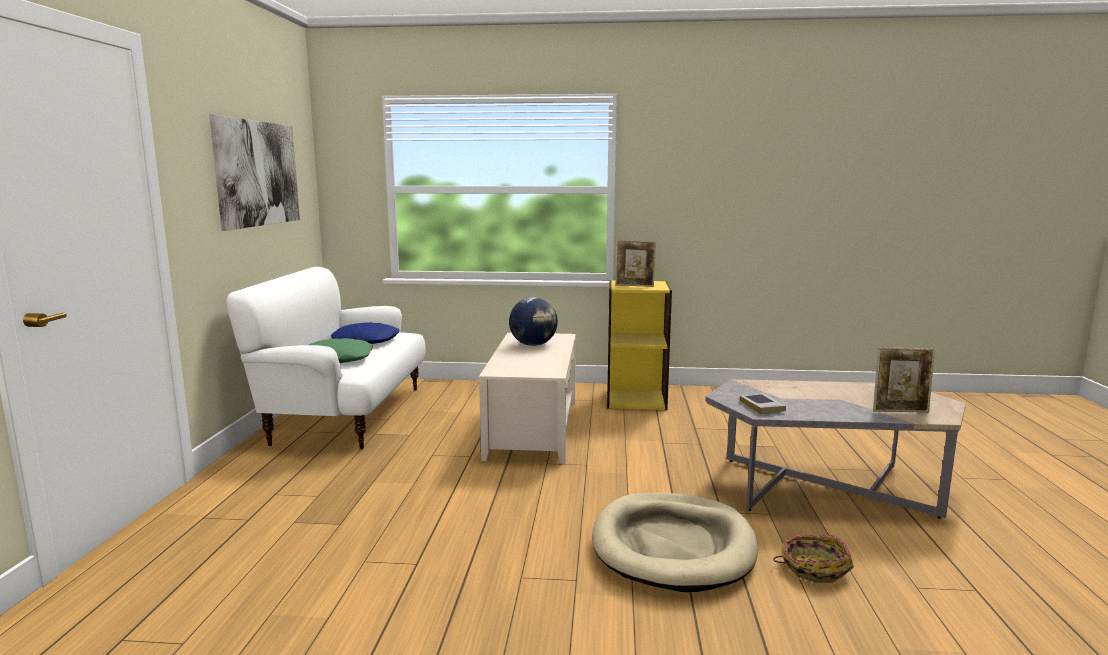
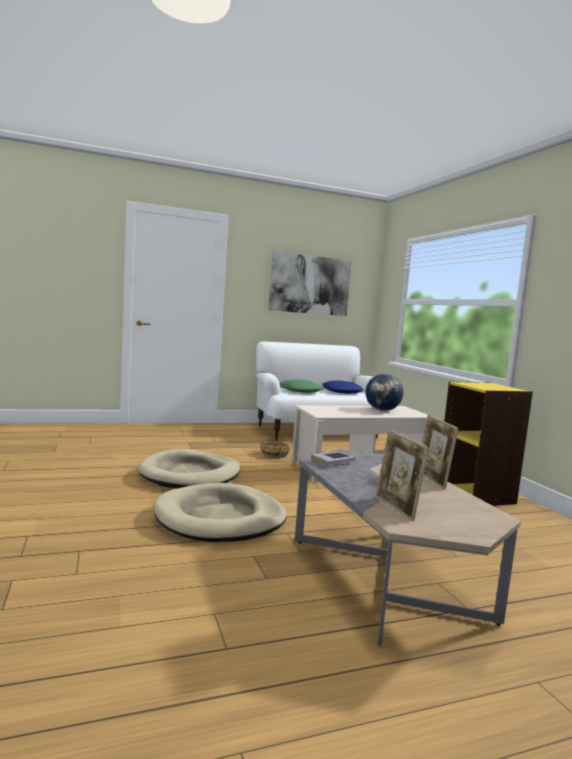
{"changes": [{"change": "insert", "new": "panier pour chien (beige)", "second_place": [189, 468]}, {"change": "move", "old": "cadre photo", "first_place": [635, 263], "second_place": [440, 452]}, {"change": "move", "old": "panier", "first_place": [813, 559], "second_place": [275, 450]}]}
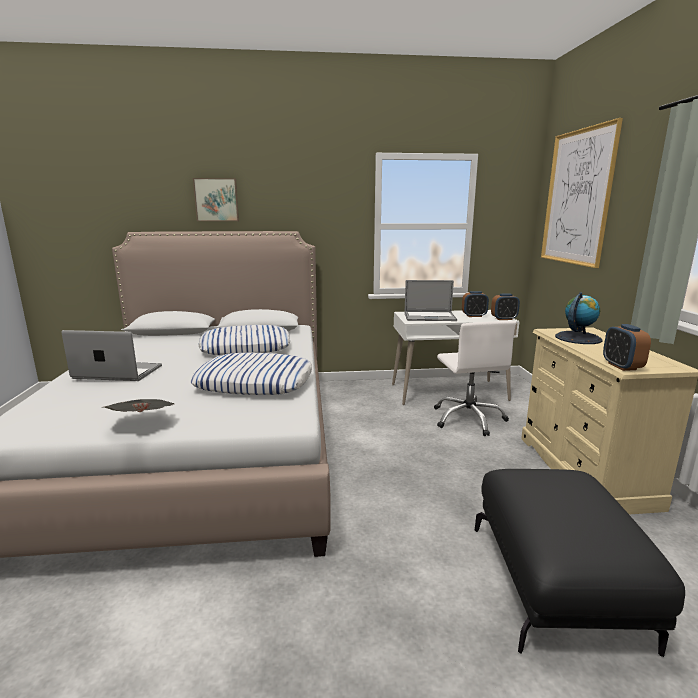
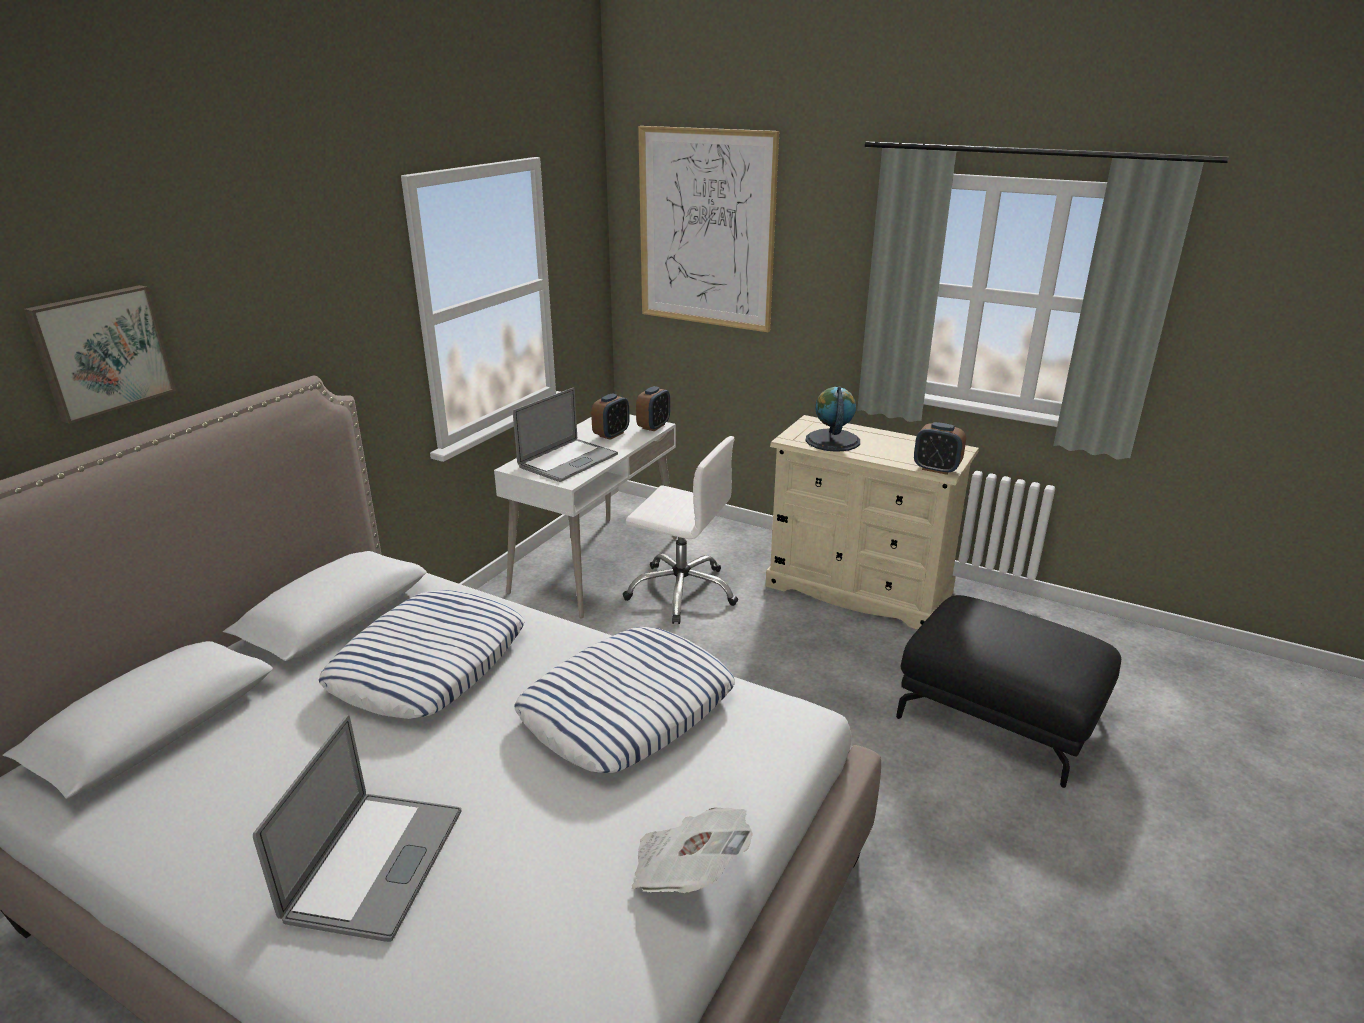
{"changes": [{"change": "rotate", "old": "ordinateur portable", "first_place": [112, 355], "second_place": [357, 828], "degrees": 150}]}
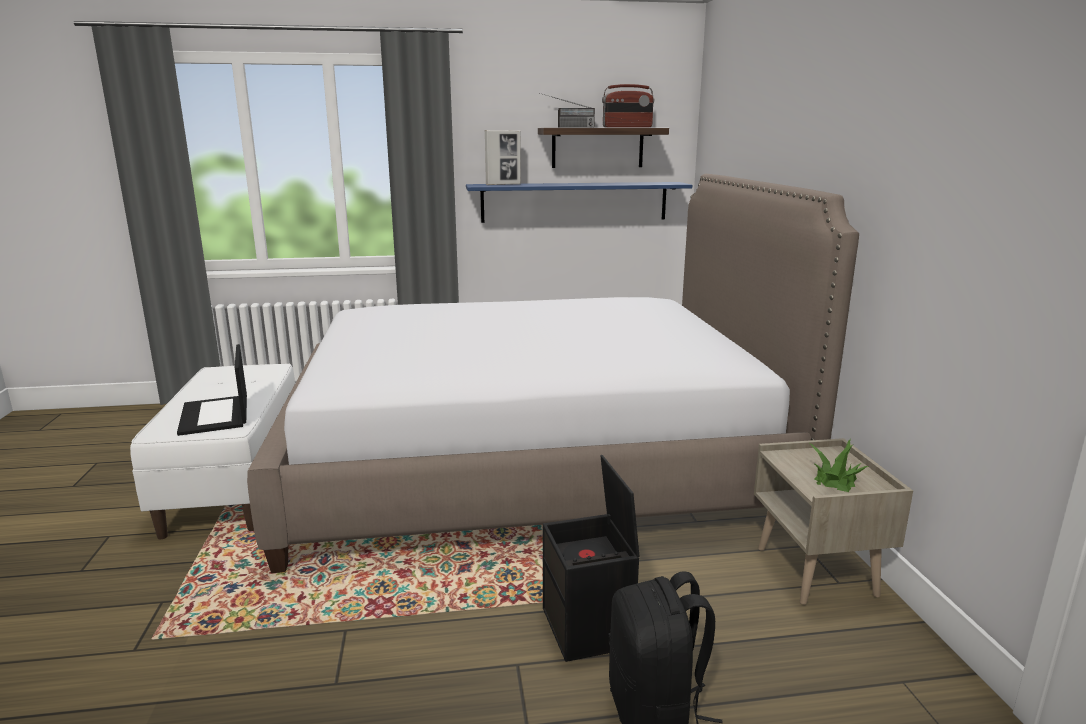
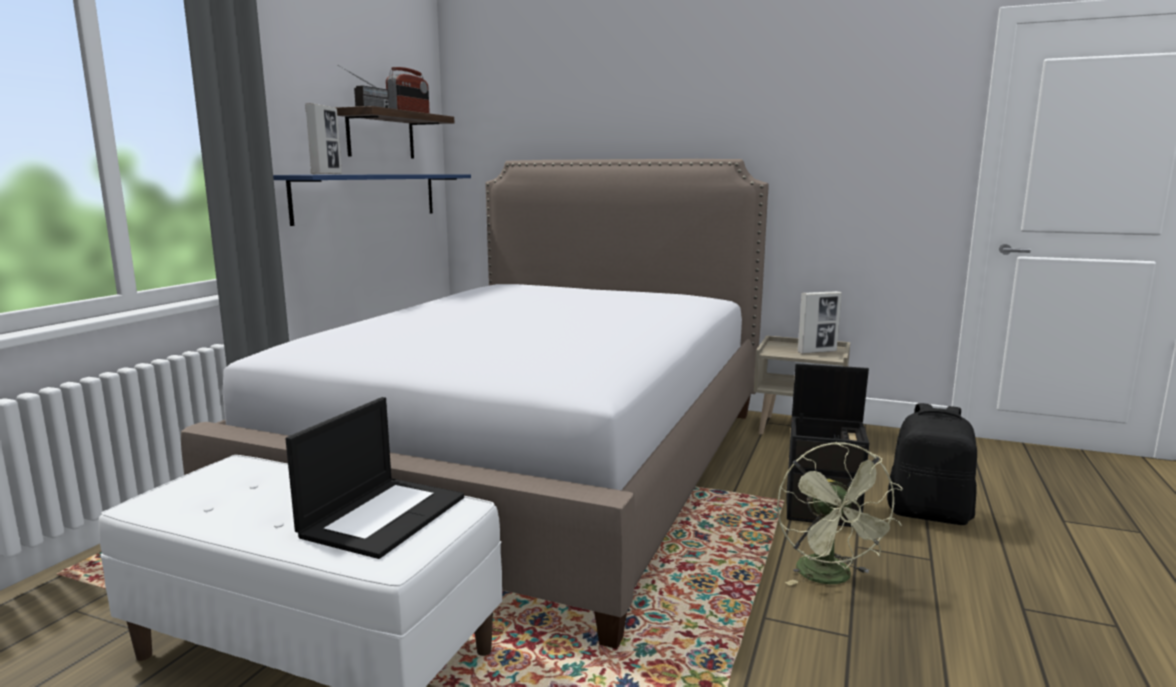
{"changes": [{"change": "insert", "new": "ventilateur (vert)", "second_place": [840, 514]}, {"change": "replace", "old": "plante en pot", "new": "cadre photo", "first_place": [839, 465], "second_place": [819, 322]}, {"change": "rotate", "old": "ordinateur portable", "first_place": [212, 390], "second_place": [374, 478], "degrees": -75}]}
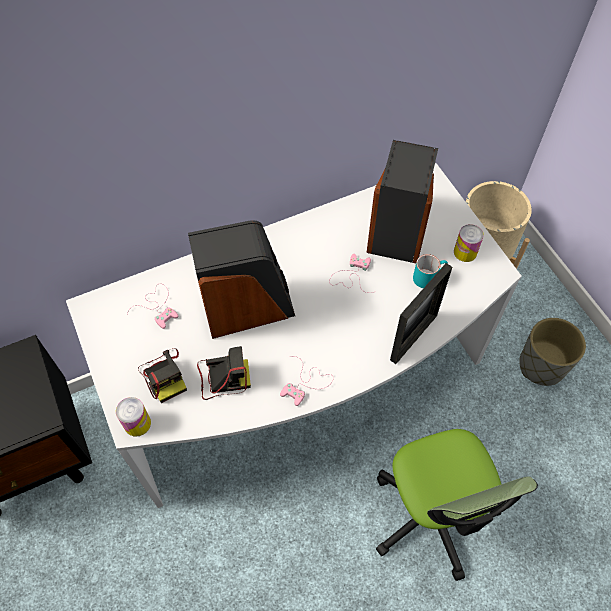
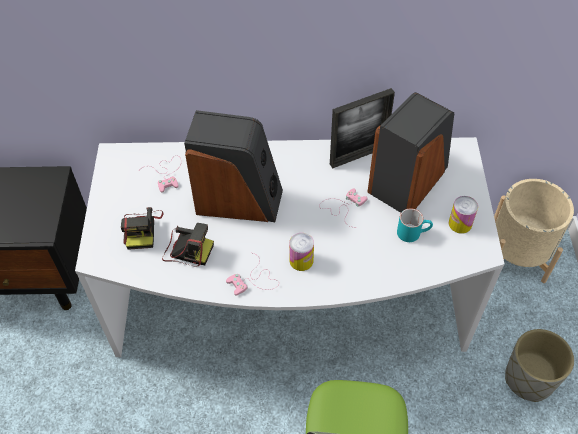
{"changes": [{"change": "move", "old": "boîte métallique", "first_place": [133, 417], "second_place": [301, 252]}, {"change": "move", "old": "cadre photo", "first_place": [421, 313], "second_place": [362, 128]}]}
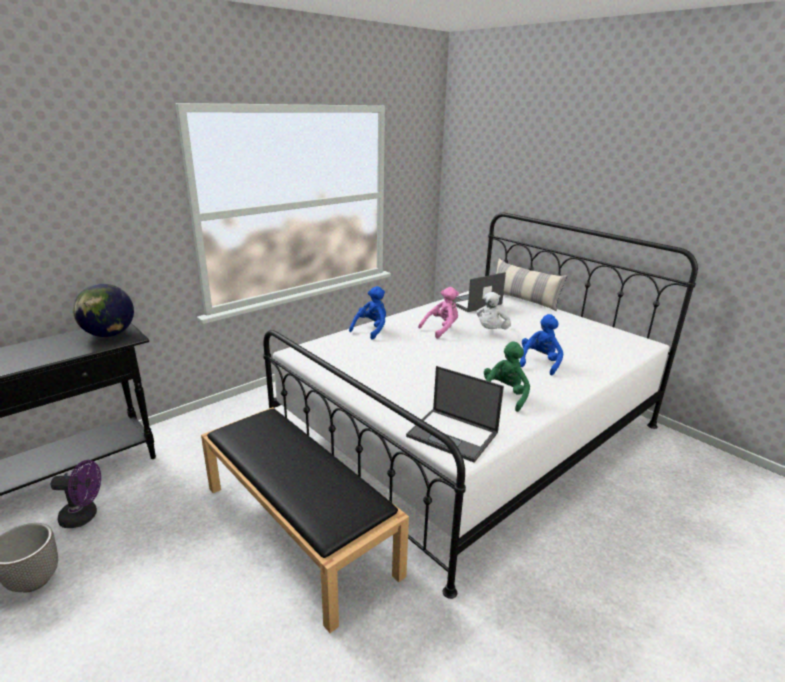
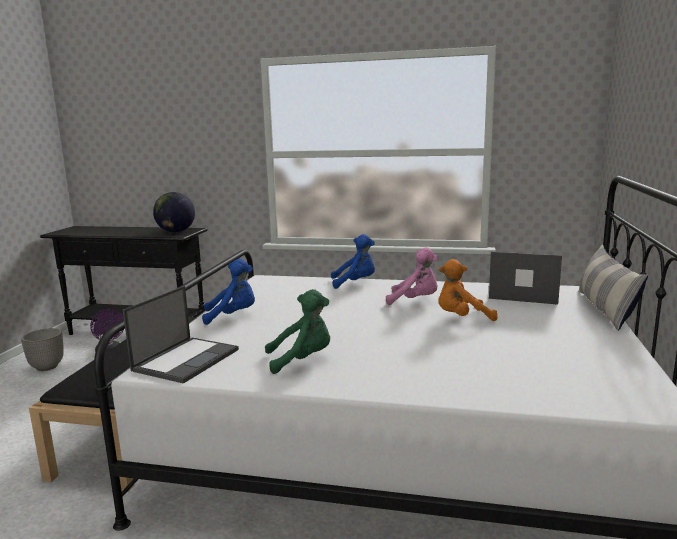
{"changes": [{"change": "move", "old": "peluche (bleu)", "first_place": [541, 344], "second_place": [228, 292]}, {"change": "recolor", "old": "peluche (blanc)", "new": "peluche (orange)", "first_place": [494, 310], "second_place": [468, 290]}, {"change": "rotate", "old": "ordinateur portable", "first_place": [455, 414], "second_place": [181, 335], "degrees": -150}]}
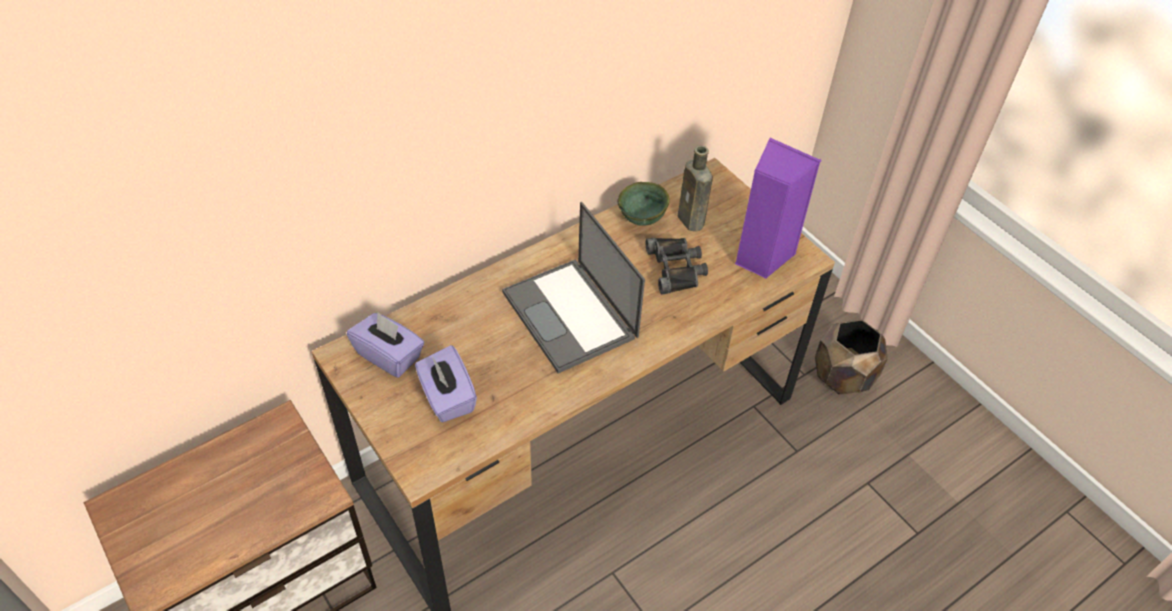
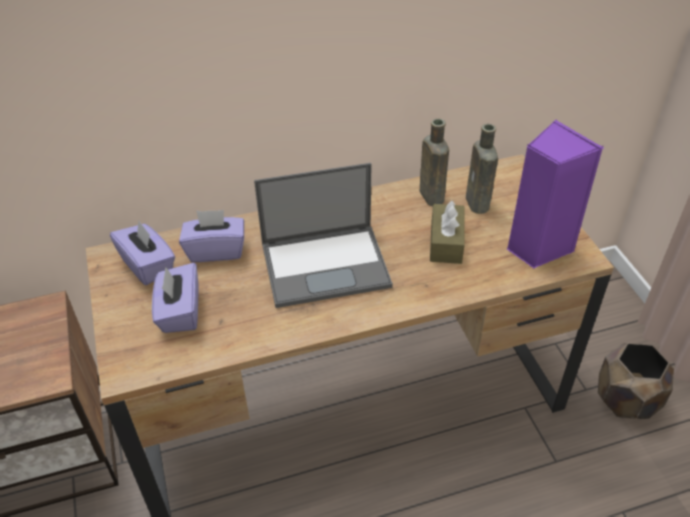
{"changes": [{"change": "insert", "new": "boîte à mouchoirs (violet)", "second_place": [211, 236]}, {"change": "replace", "old": "bol (vert)", "new": "bouteille (marron)", "first_place": [643, 204], "second_place": [434, 162]}, {"change": "replace", "old": "jumelles (noir)", "new": "boîte à mouchoirs (marron)", "first_place": [677, 266], "second_place": [447, 232]}, {"change": "rotate", "old": "ordinateur portable", "first_place": [573, 287], "second_place": [323, 235], "degrees": -90}]}
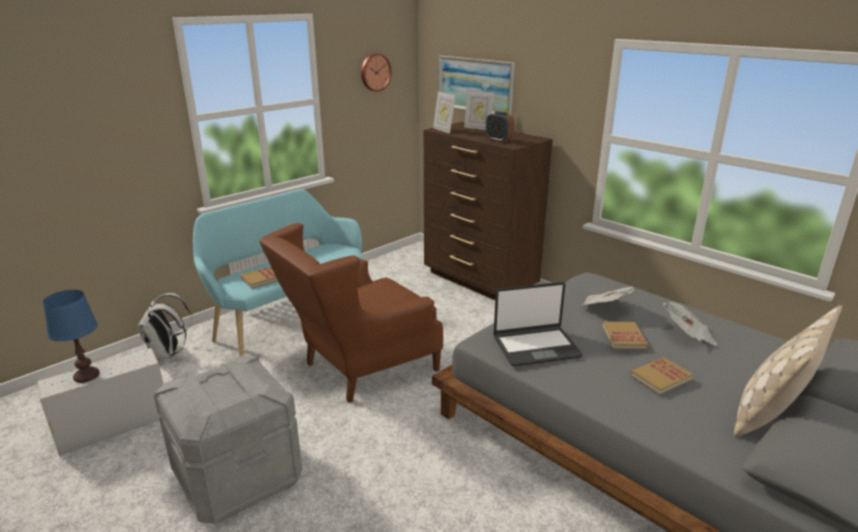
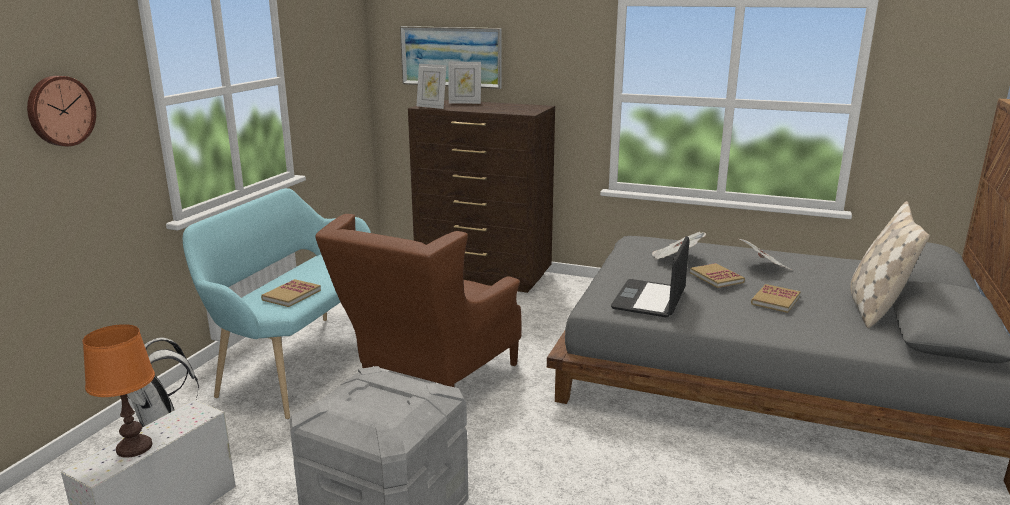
{"changes": [{"change": "delete", "old": "réveil", "first_place": [499, 127]}, {"change": "move", "old": "horloge murale", "first_place": [376, 72], "second_place": [61, 111]}, {"change": "recolor", "old": "lampe de table (bleu)", "new": "lampe de table (orange)", "first_place": [71, 336], "second_place": [119, 391]}, {"change": "rotate", "old": "ordinateur portable", "first_place": [538, 324], "second_place": [650, 276], "degrees": 150}]}
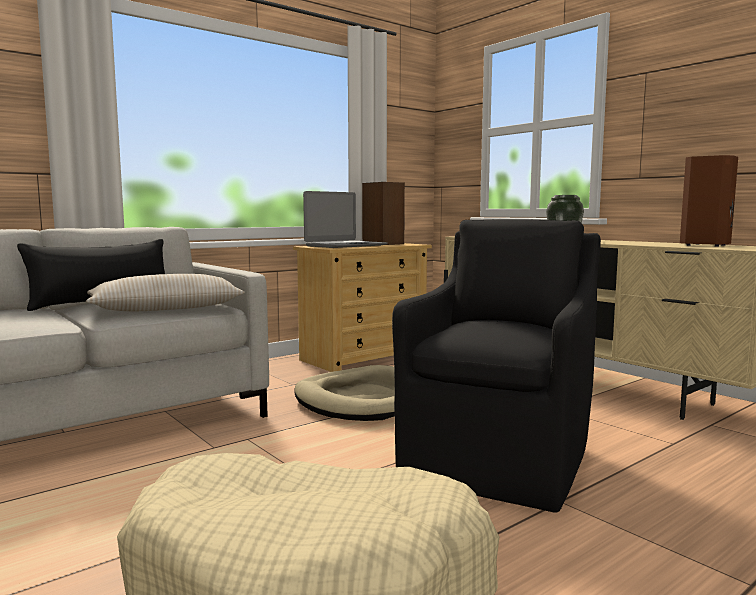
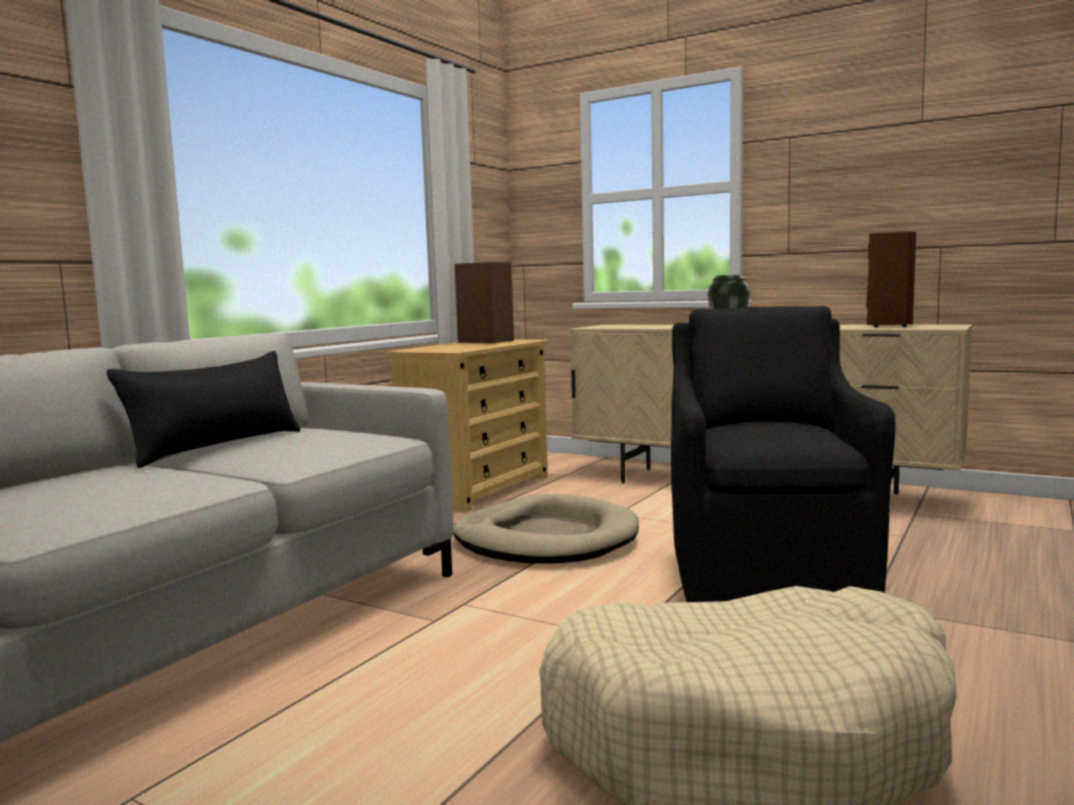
{"changes": [{"change": "delete", "old": "coussin (beige)", "first_place": [165, 292]}, {"change": "delete", "old": "ordinateur portable", "first_place": [345, 219]}]}
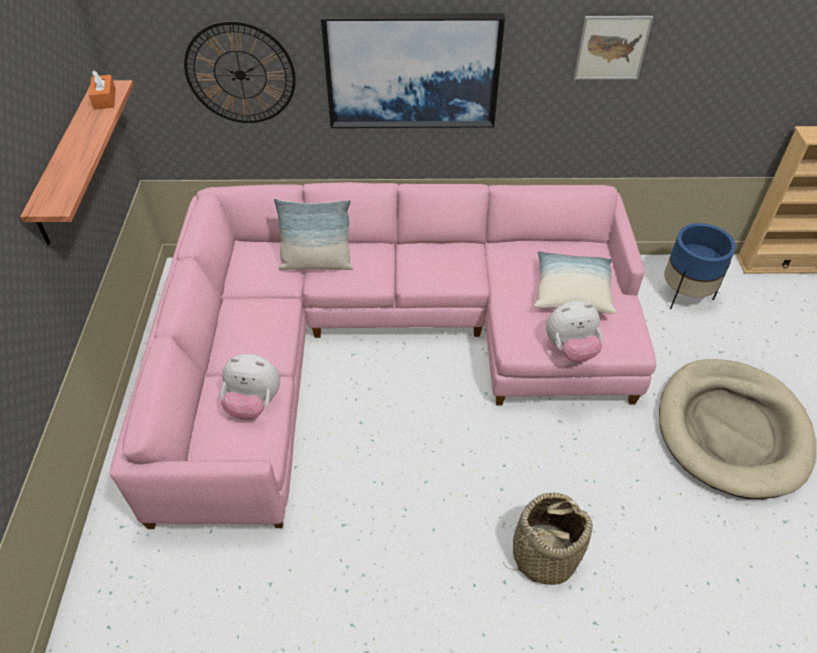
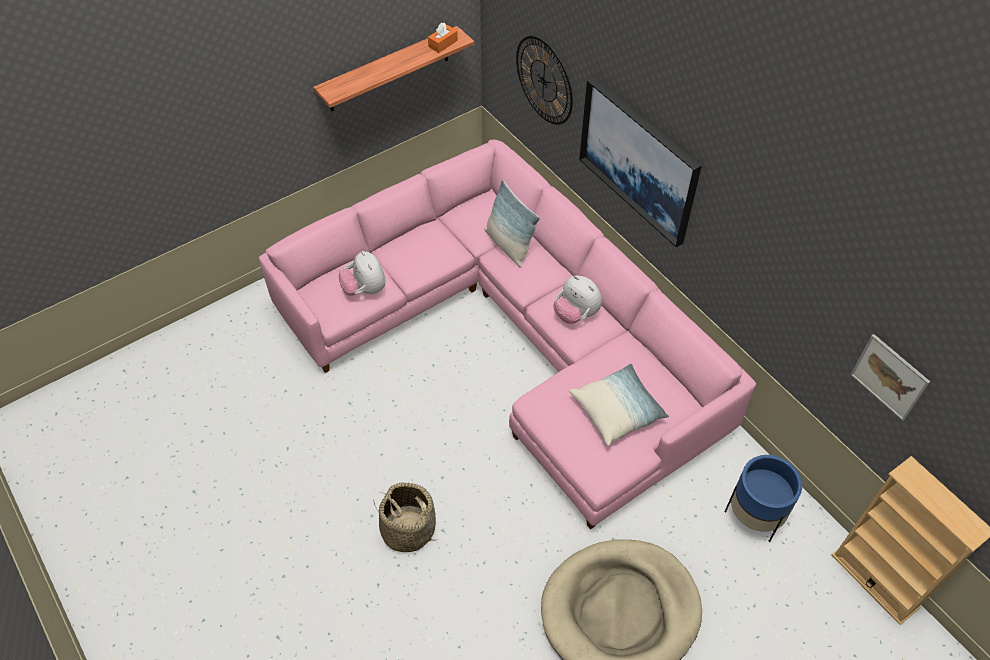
{"changes": [{"change": "move", "old": "peluche", "first_place": [574, 332], "second_place": [578, 300]}, {"change": "move", "old": "tableau", "first_place": [613, 48], "second_place": [890, 377]}]}
